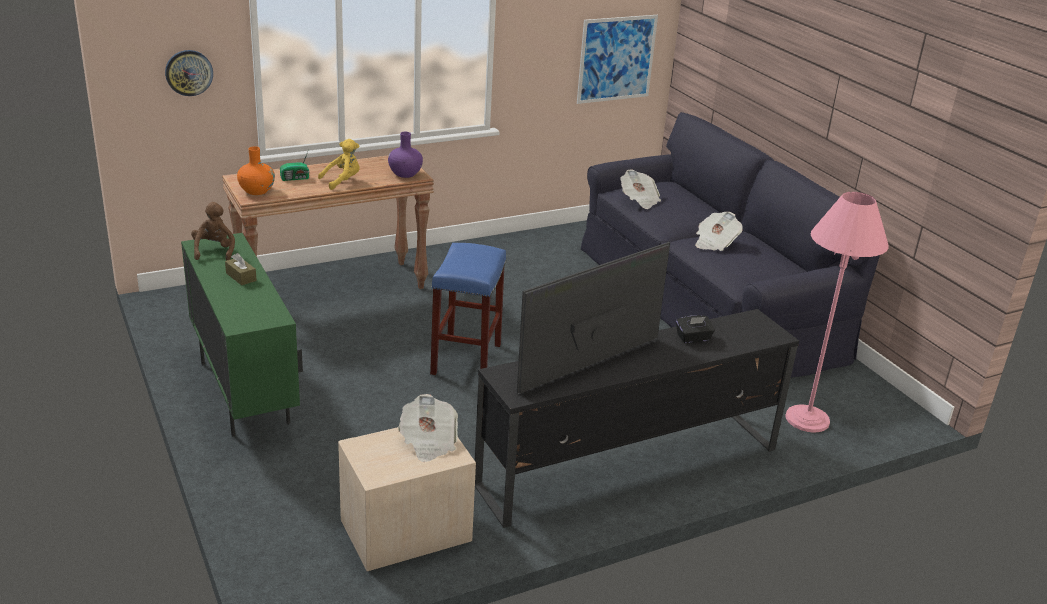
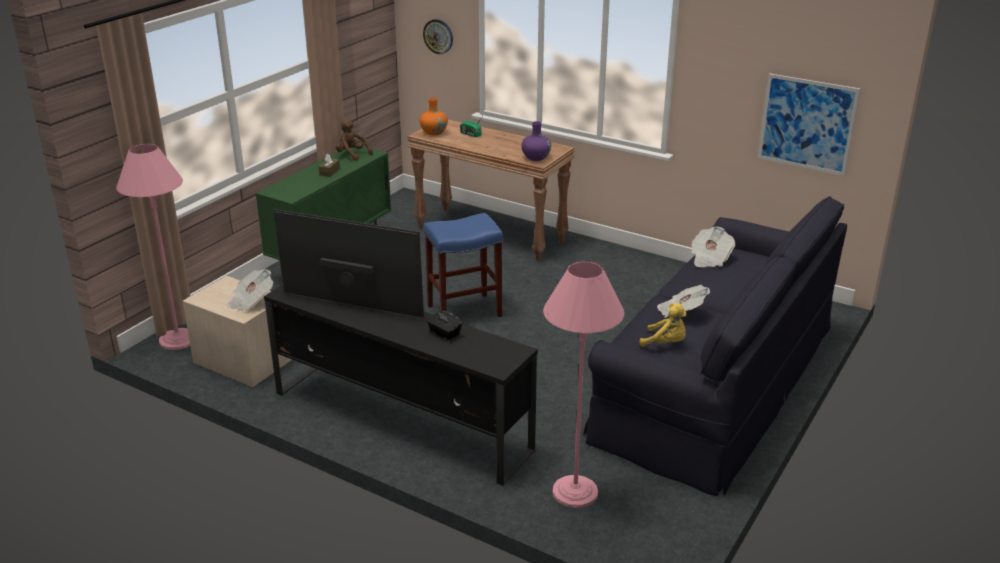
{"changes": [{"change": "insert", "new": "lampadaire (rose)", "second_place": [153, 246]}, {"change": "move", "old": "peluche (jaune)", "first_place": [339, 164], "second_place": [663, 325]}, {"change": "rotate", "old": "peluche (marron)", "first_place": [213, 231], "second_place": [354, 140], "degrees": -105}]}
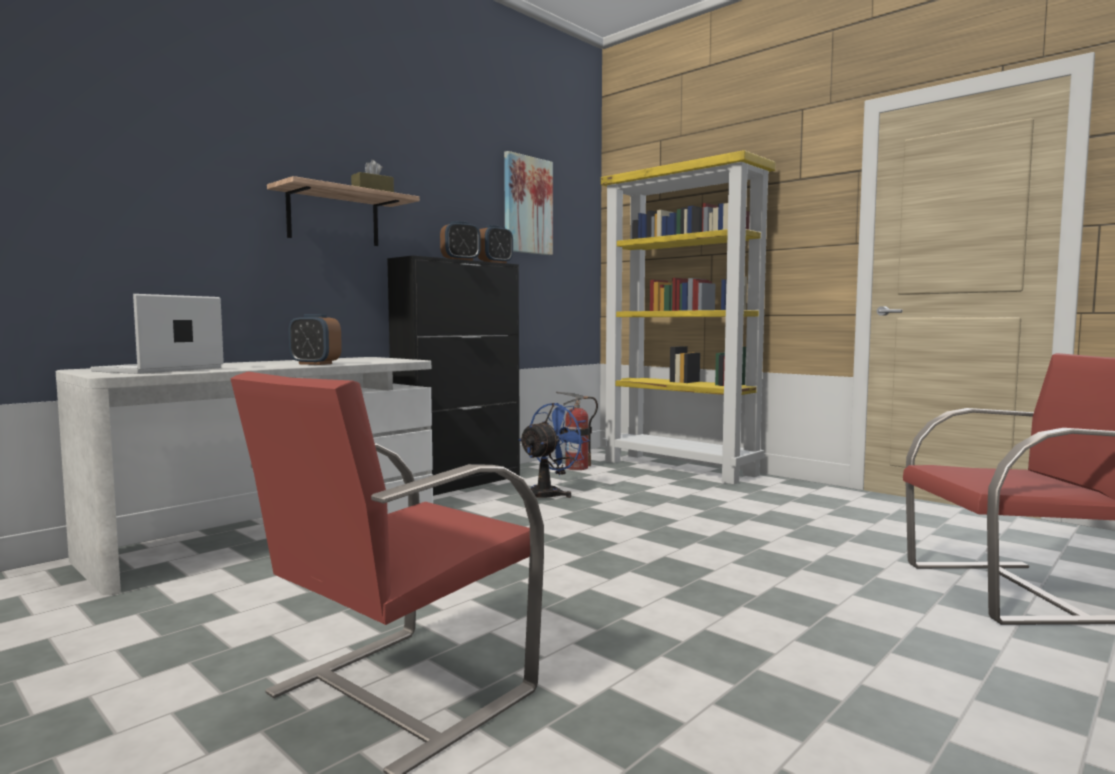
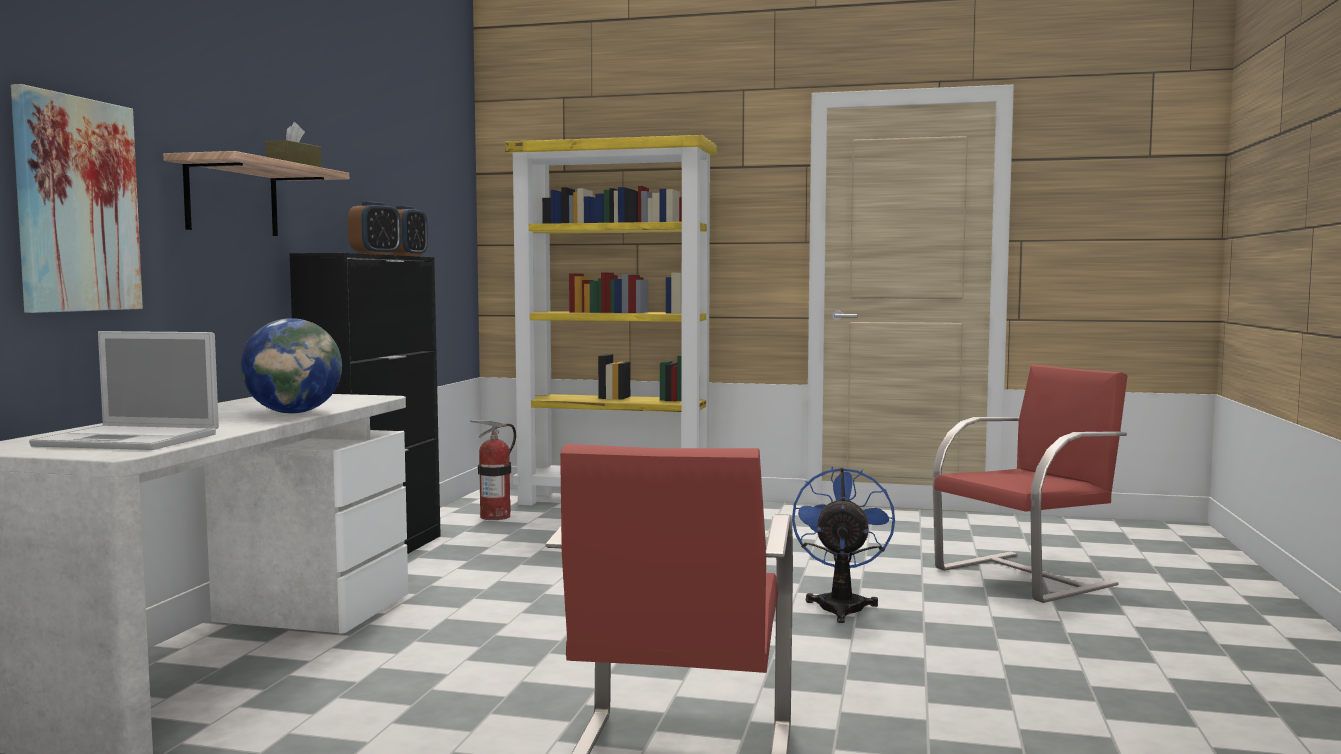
{"changes": [{"change": "move", "old": "tableau", "first_place": [528, 203], "second_place": [77, 198]}, {"change": "move", "old": "ventilateur (bleu)", "first_place": [554, 450], "second_place": [843, 544]}, {"change": "replace", "old": "réveil", "new": "globe", "first_place": [315, 339], "second_place": [291, 365]}, {"change": "rotate", "old": "ordinateur portable", "first_place": [157, 334], "second_place": [124, 390], "degrees": -75}]}
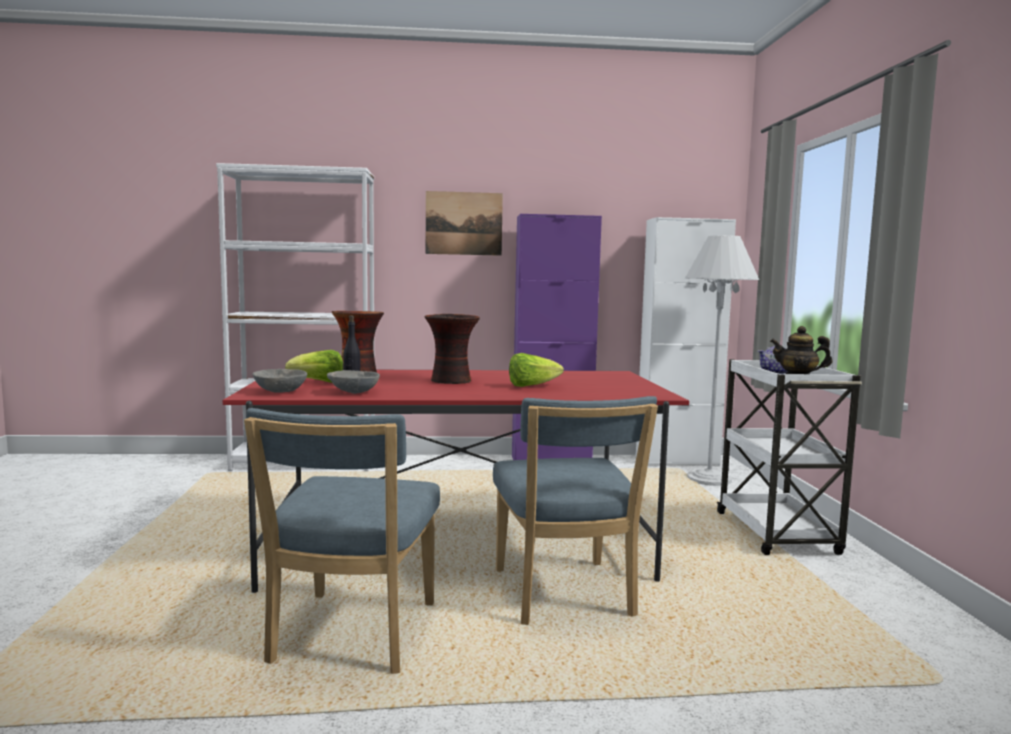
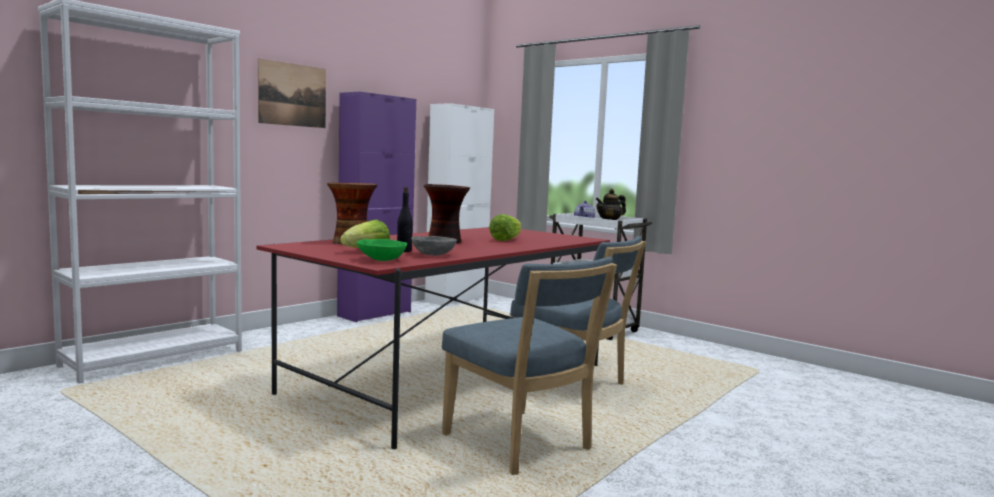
{"changes": [{"change": "delete", "old": "lampadaire (blanc)", "first_place": [722, 360]}, {"change": "recolor", "old": "bol (gris)", "new": "bol (vert)", "first_place": [279, 380], "second_place": [382, 250]}]}
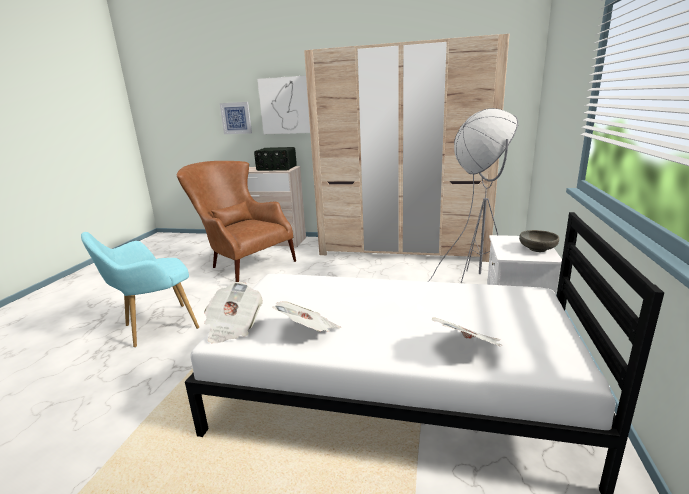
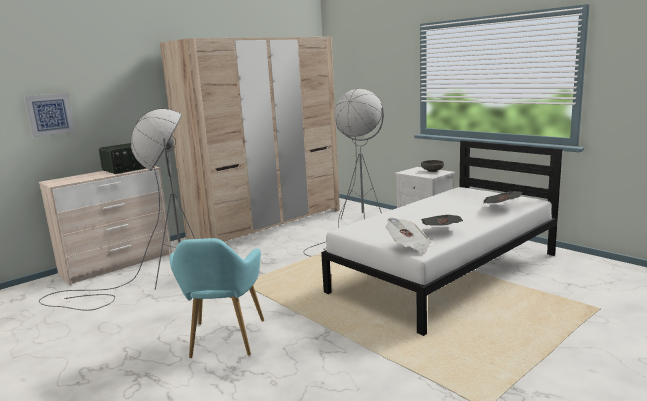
{"changes": [{"change": "delete", "old": "tableau", "first_place": [283, 104]}, {"change": "replace", "old": "fauteuil (marron)", "new": "lampadaire (gris)", "first_place": [236, 221], "second_place": [117, 210]}]}
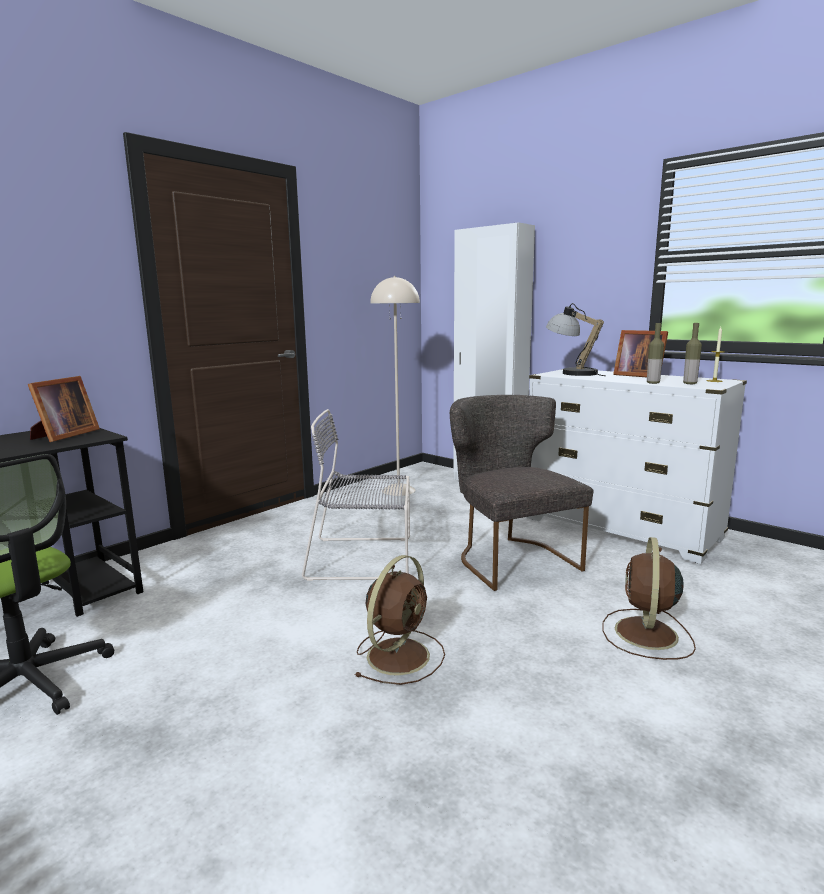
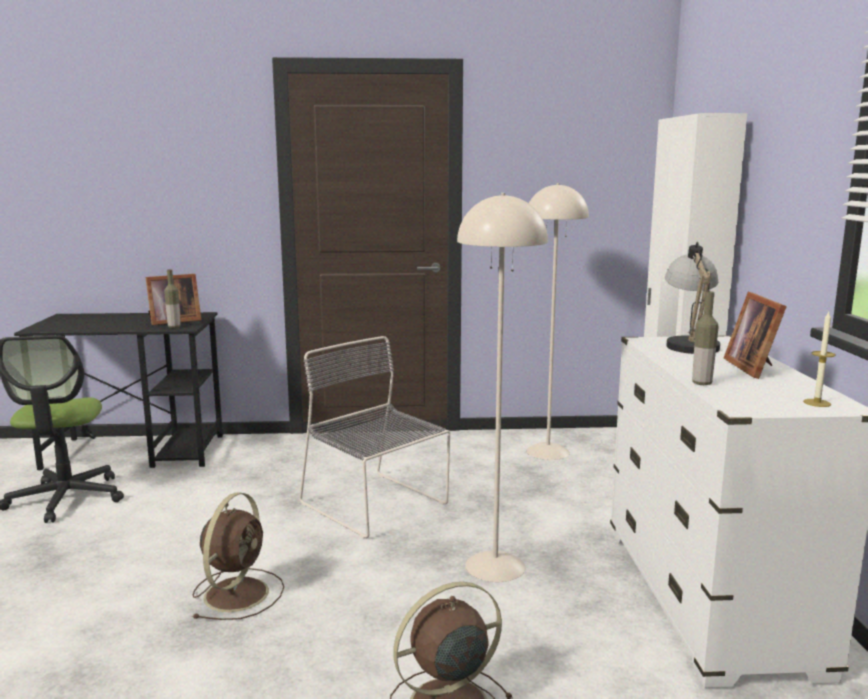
{"changes": [{"change": "move", "old": "bouteille", "first_place": [692, 353], "second_place": [172, 298]}, {"change": "replace", "old": "chaise (gris)", "new": "lampadaire (beige)", "first_place": [521, 493], "second_place": [502, 387]}, {"change": "rotate", "old": "ventilateur (marron)", "first_place": [399, 620], "second_place": [238, 556], "degrees": -60}]}
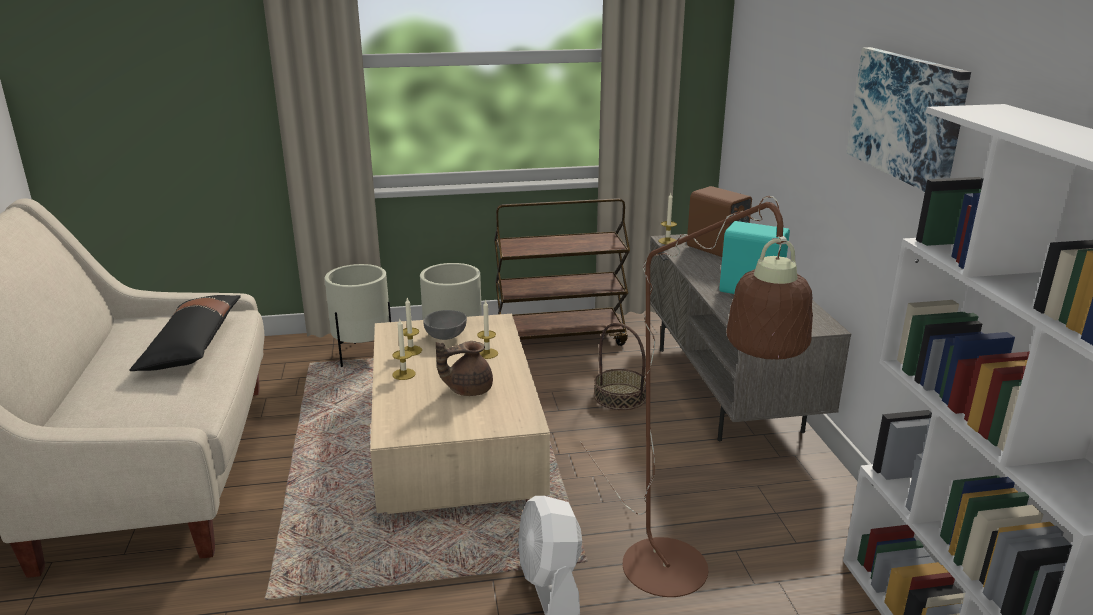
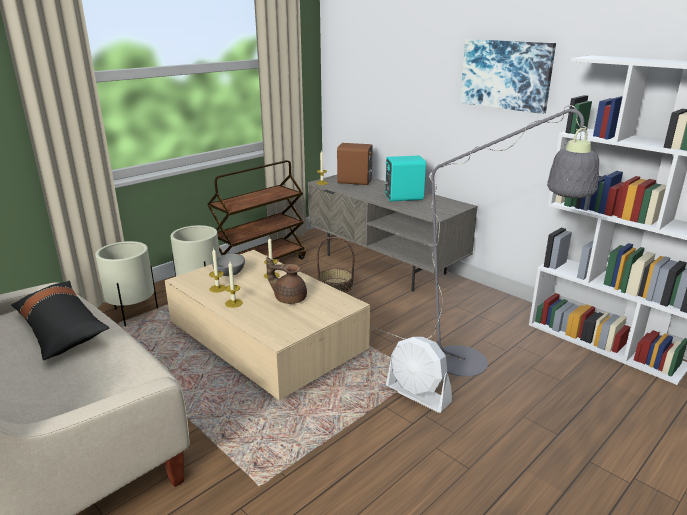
{"changes": [{"change": "recolor", "old": "lampadaire (marron)", "new": "lampadaire (gris)", "first_place": [696, 396], "second_place": [484, 241]}, {"change": "rotate", "old": "théière (marron)", "first_place": [464, 368], "second_place": [286, 280], "degrees": 75}]}
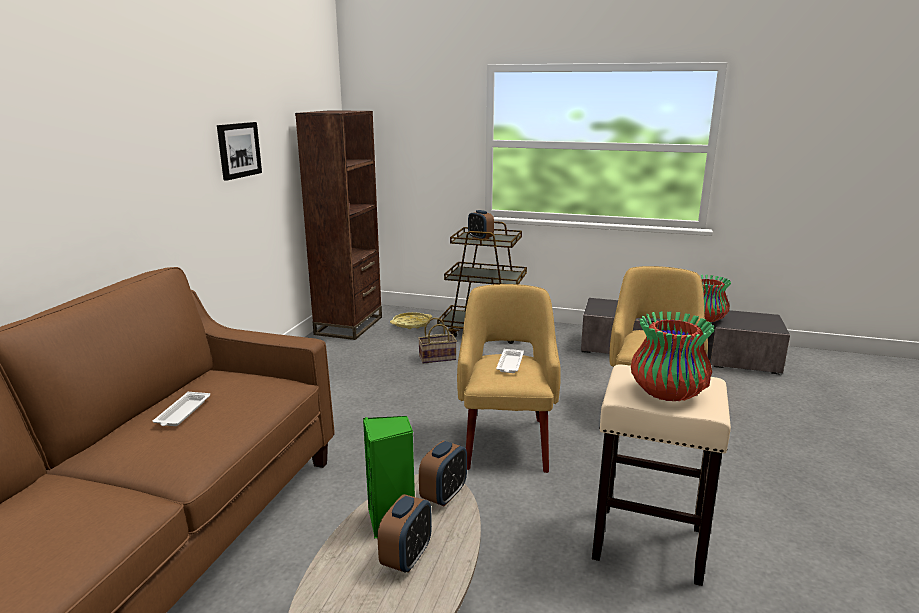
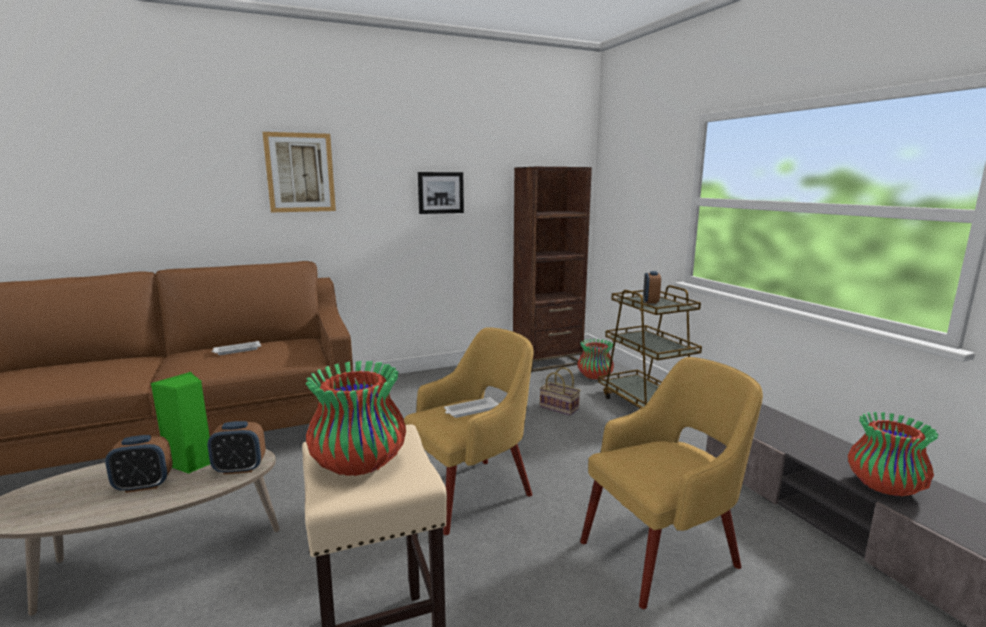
{"changes": [{"change": "insert", "new": "tableau", "second_place": [299, 172]}, {"change": "replace", "old": "plateau (jaune)", "new": "vase", "first_place": [411, 320], "second_place": [595, 359]}]}
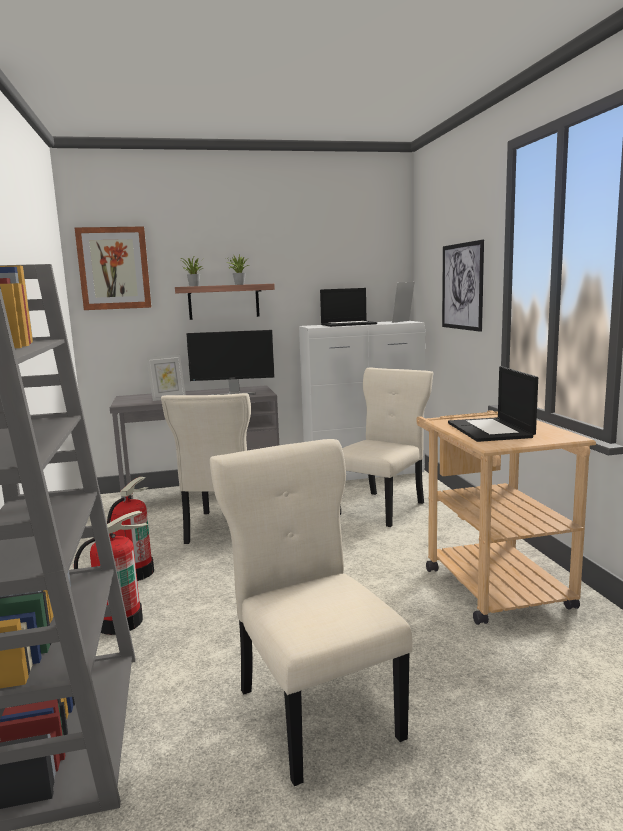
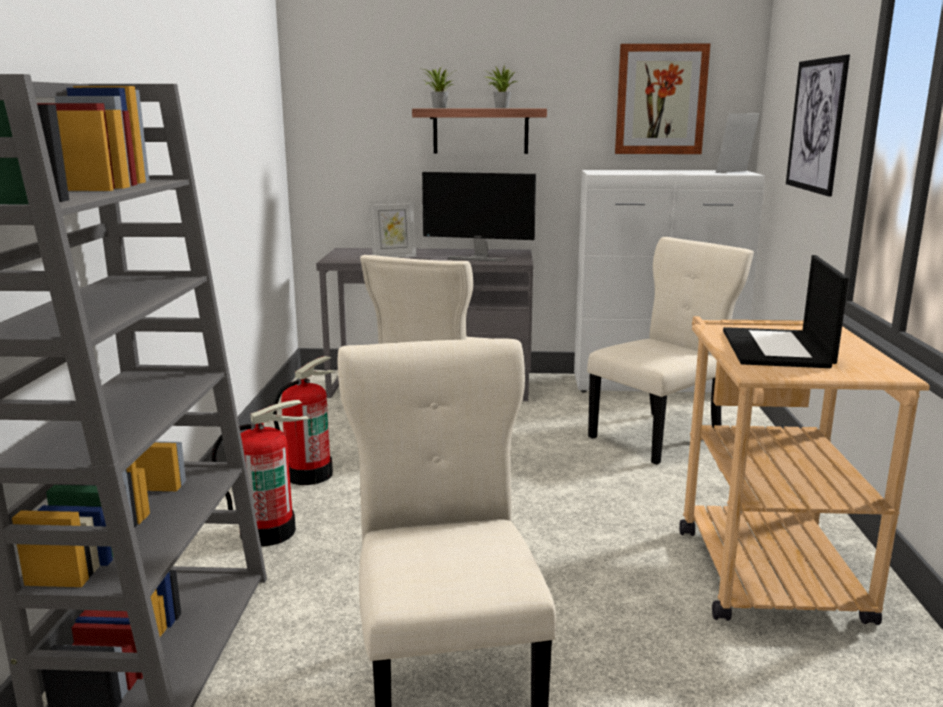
{"changes": [{"change": "delete", "old": "ordinateur portable", "first_place": [348, 307]}, {"change": "move", "old": "tableau", "first_place": [112, 268], "second_place": [662, 99]}]}
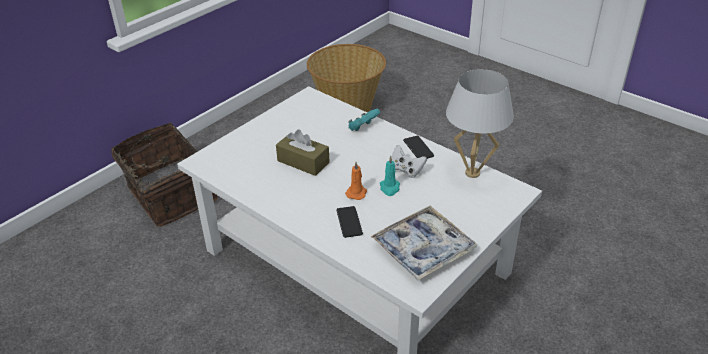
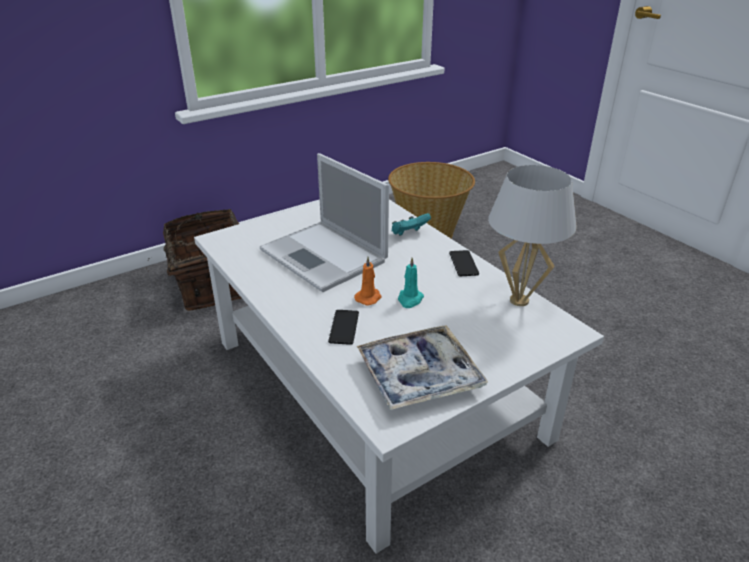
{"changes": [{"change": "delete", "old": "manette (blanc)", "first_place": [409, 161]}, {"change": "replace", "old": "boîte à mouchoirs (marron)", "new": "ordinateur portable", "first_place": [303, 153], "second_place": [324, 222]}]}
